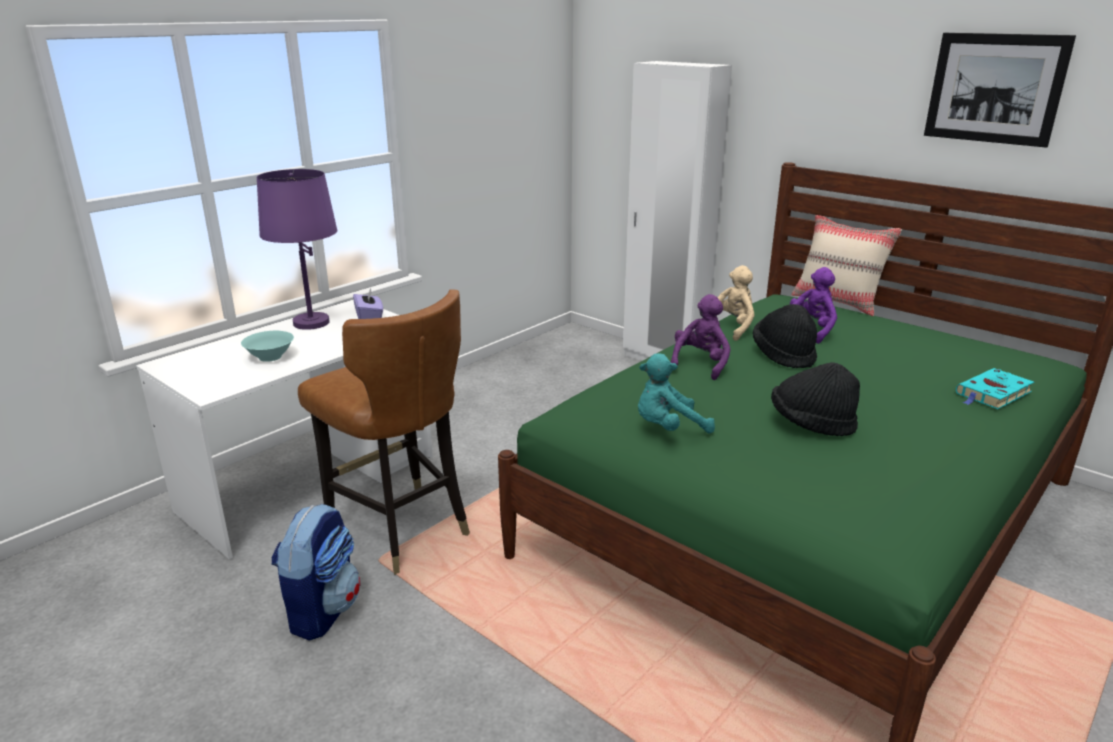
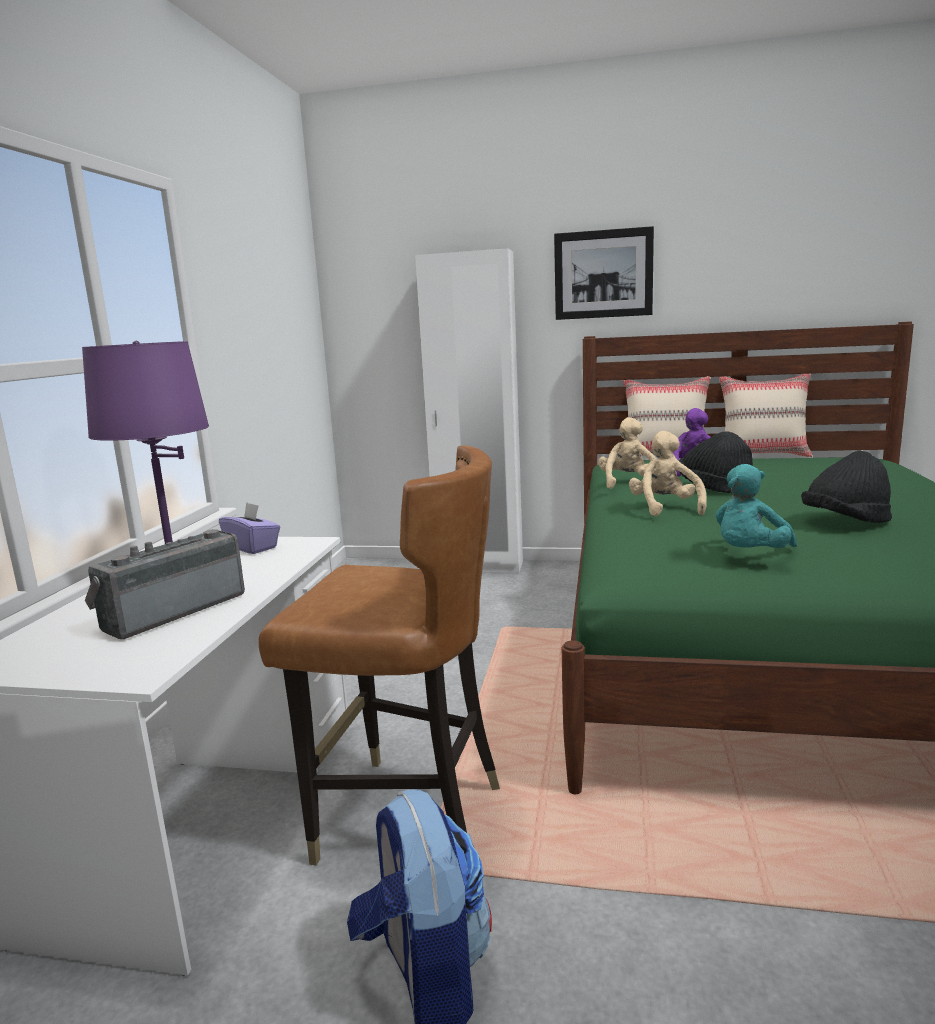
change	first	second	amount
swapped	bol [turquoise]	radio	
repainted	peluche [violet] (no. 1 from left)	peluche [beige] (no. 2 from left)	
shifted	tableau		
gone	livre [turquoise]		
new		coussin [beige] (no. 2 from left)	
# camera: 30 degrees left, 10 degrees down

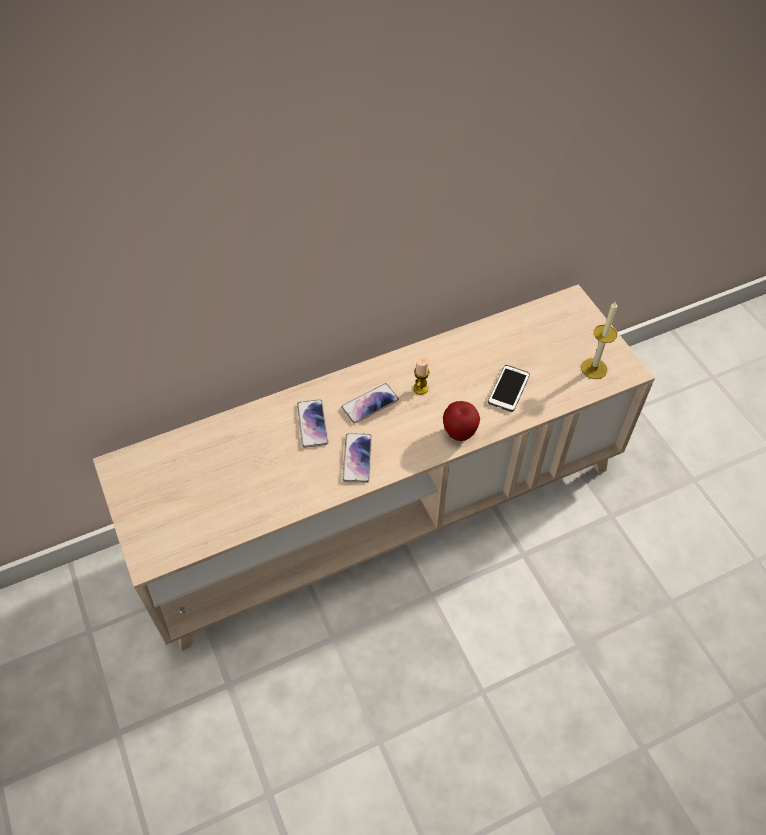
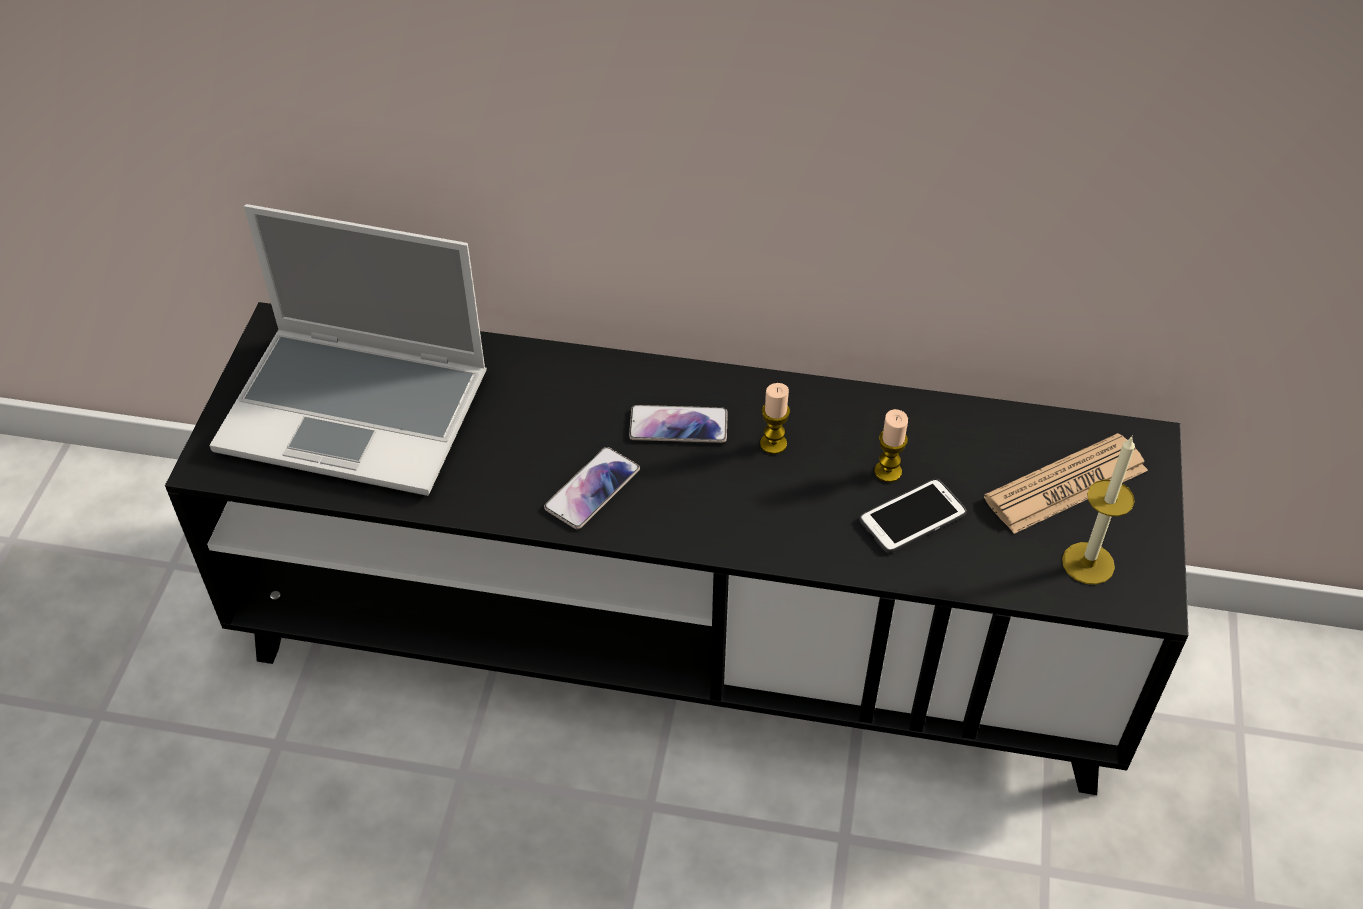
change	first	second	amount
repainted	meuble télé [beige]	meuble télé [noir]	
gone	téléphone (no. 1 from left)		
gone	pomme		
new		ordinateur portable	
new		bougie (no. 2 from left)	
new		journal	
# camera: 35 degrees right, 5 degrees down

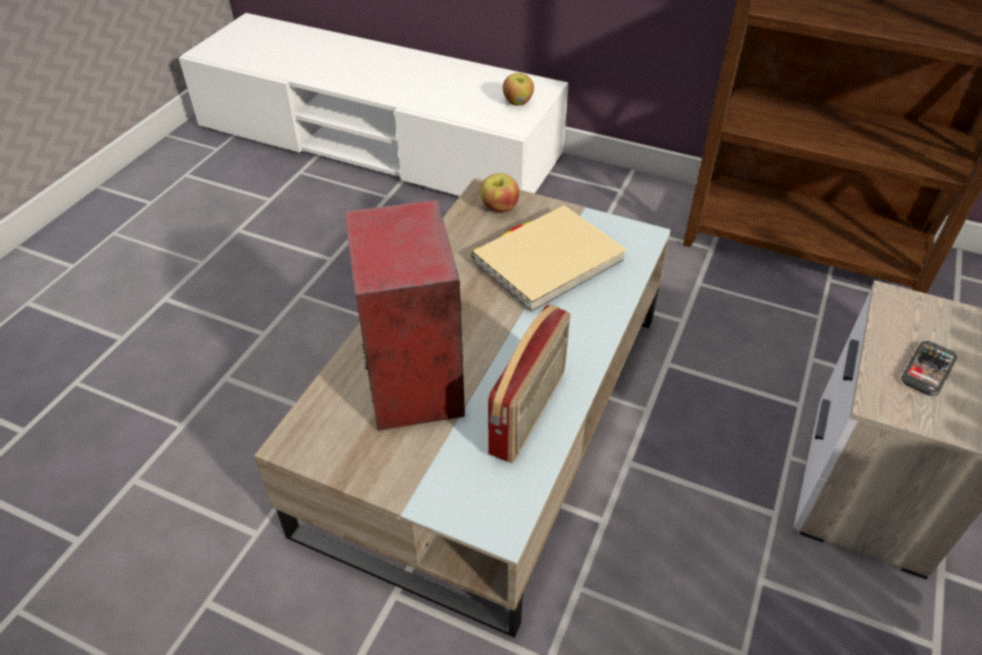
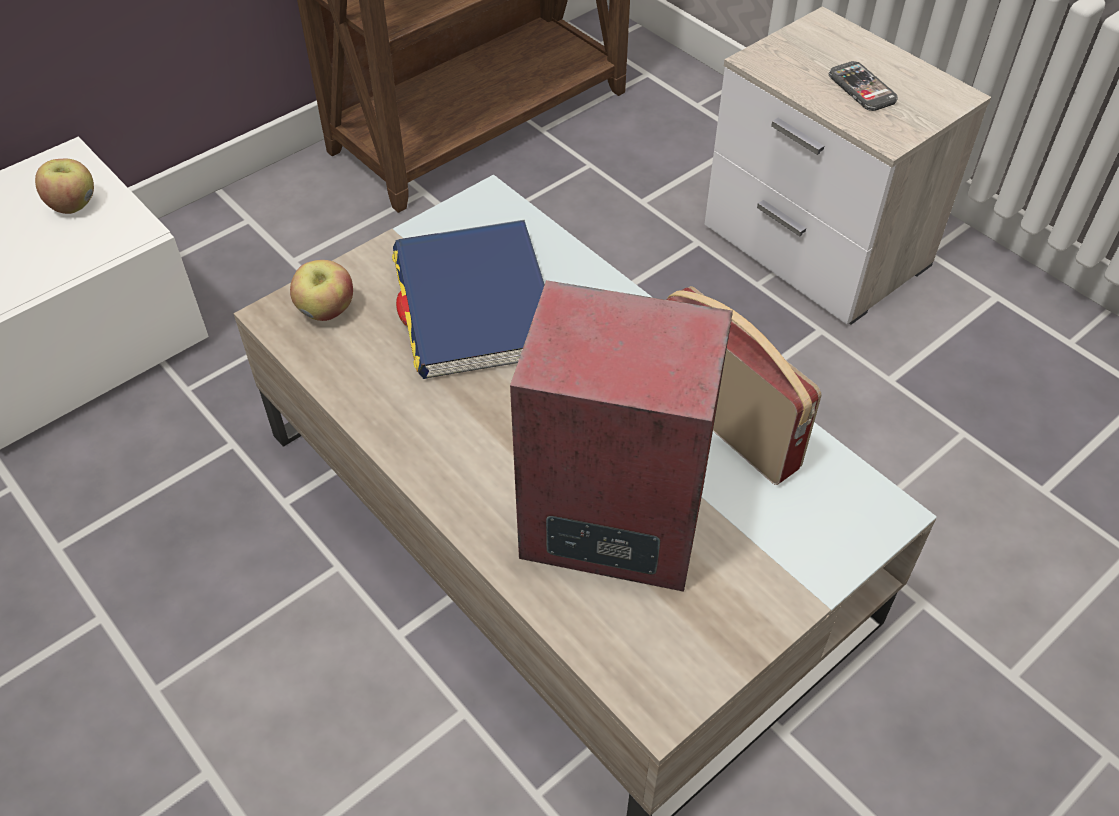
change	first	second	amount
repainted	livre [beige]	livre [bleu]	
# camera: 65 degrees left, 5 degrees up

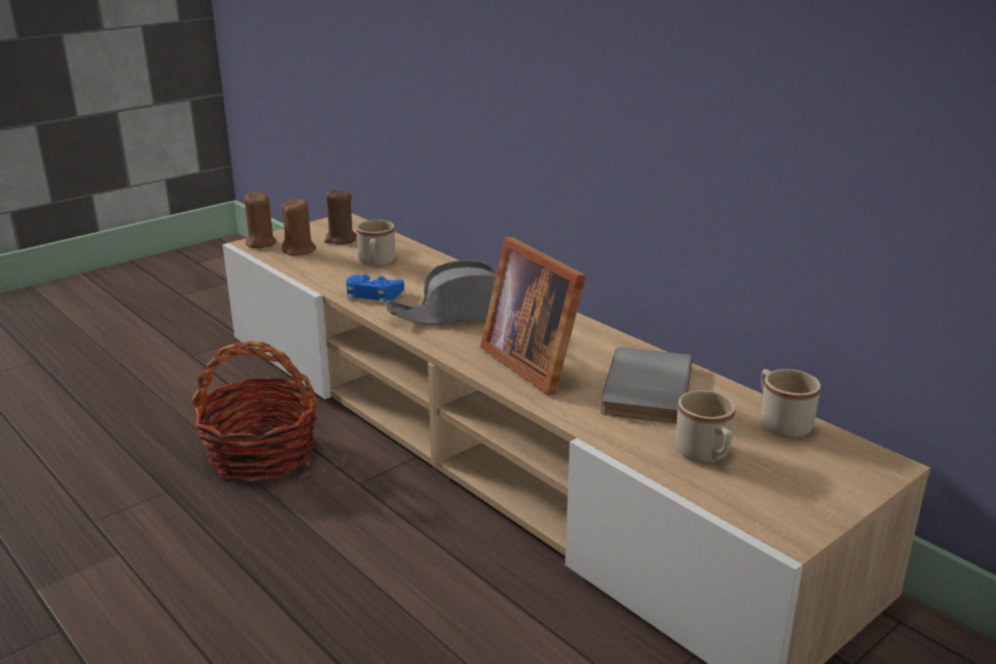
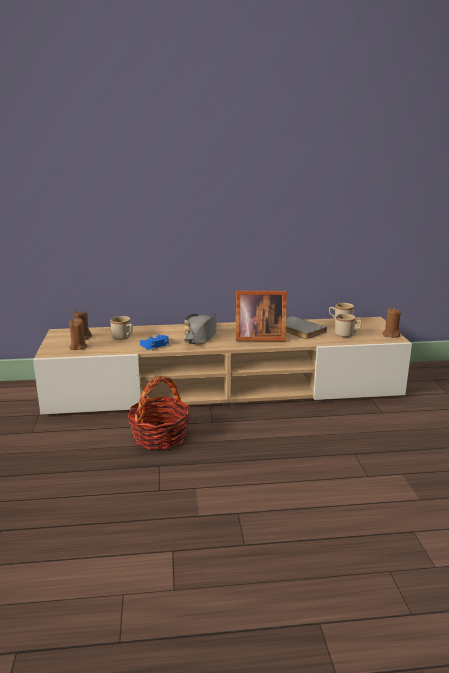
change	first	second	amount
shifted	bougie [marron] (no. 1 from left in the first image)	bougie [marron] (no. 3 from left)	
# camera: 55 degrees left, 5 degrees down

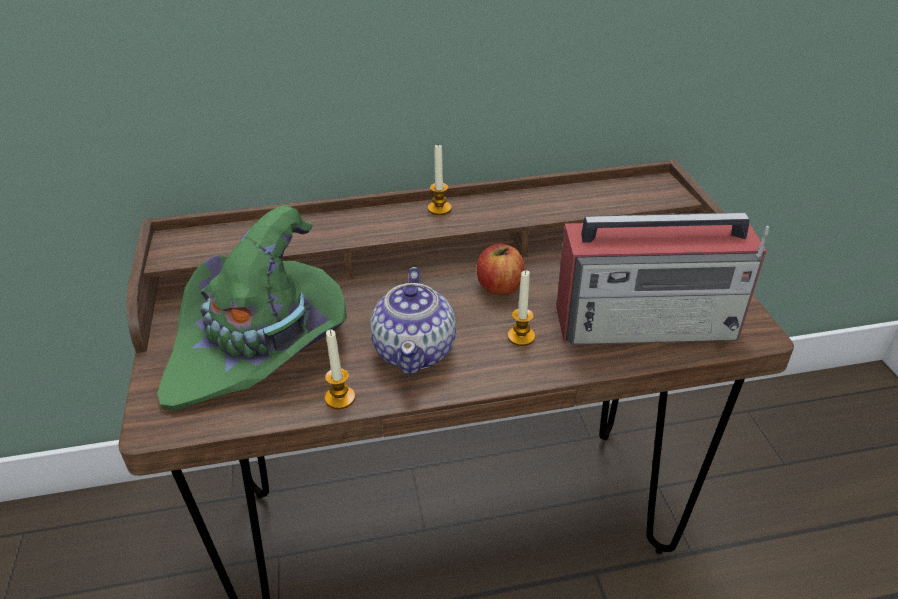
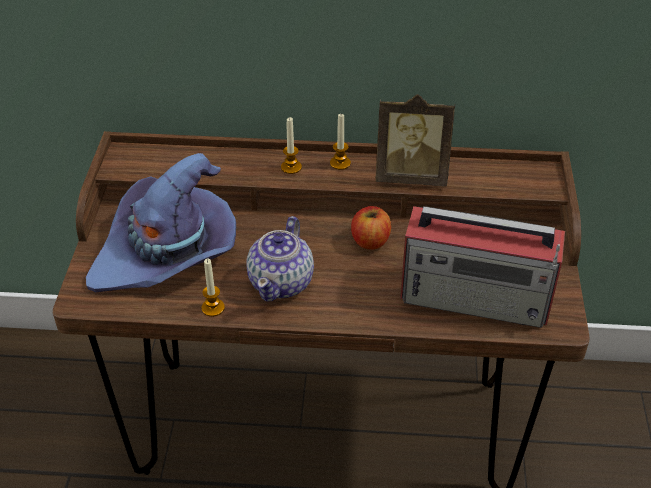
change	first	second	amount
repainted	chapeau [vert]	chapeau [violet]	
shifted	bougie (no. 3 from left in the first image)	bougie (no. 2 from left)	
new		cadre photo	
# camera: 15 degrees right, 5 degrees up

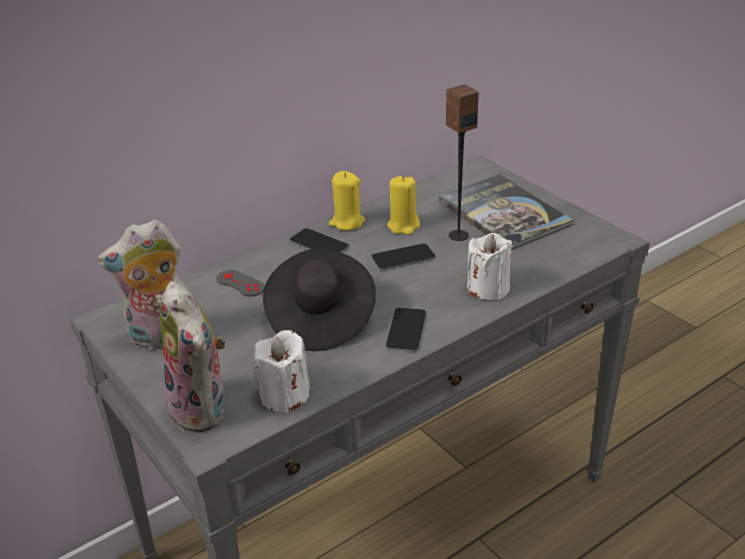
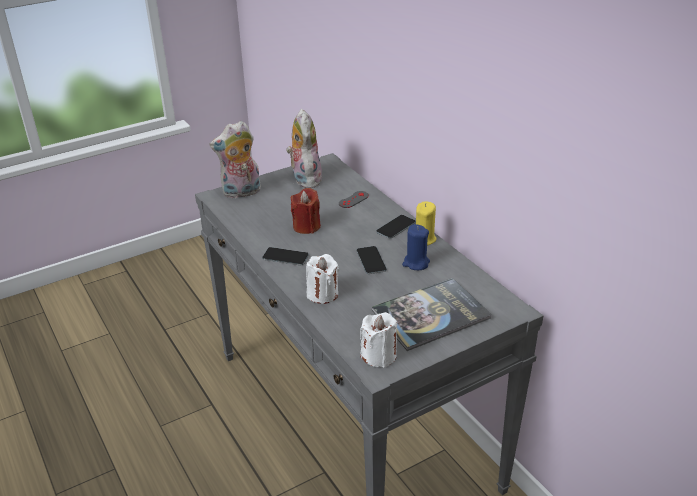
change	first	second	amount
shifted	bougie [blanc] (no. 1 from left in the first image)	bougie [blanc] (no. 2 from left)	
swapped	chapeau [noir]	bougie [rouge]	
repainted	bougie [jaune] (no. 2 from left)	bougie [bleu]	
gone	enceinte		
# camera: 95 degrees right, 0 degrees up

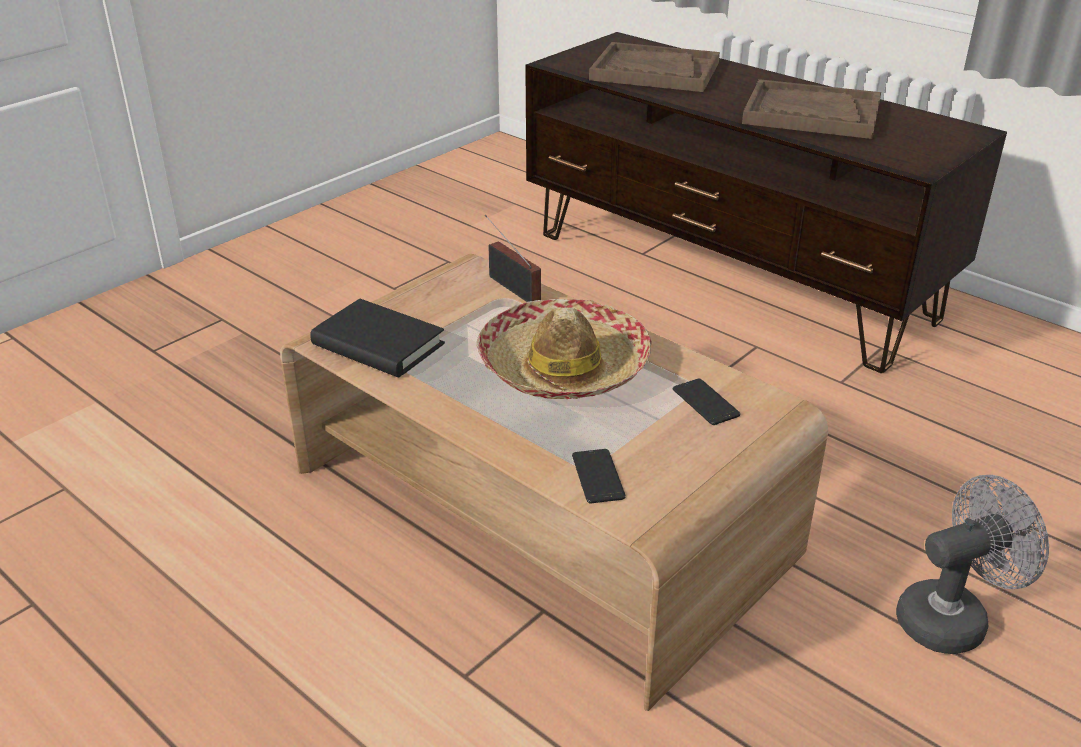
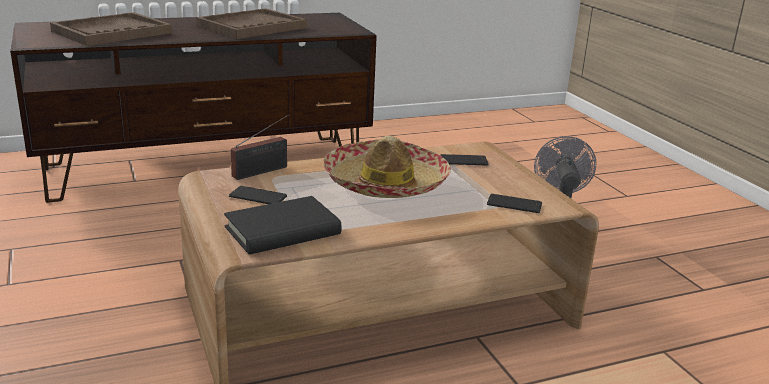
change	first	second	amount
rotated	radio		150 degrees clockwise
new		téléphone (no. 1 from left)	
# camera: 65 degrees left, 10 degrees down

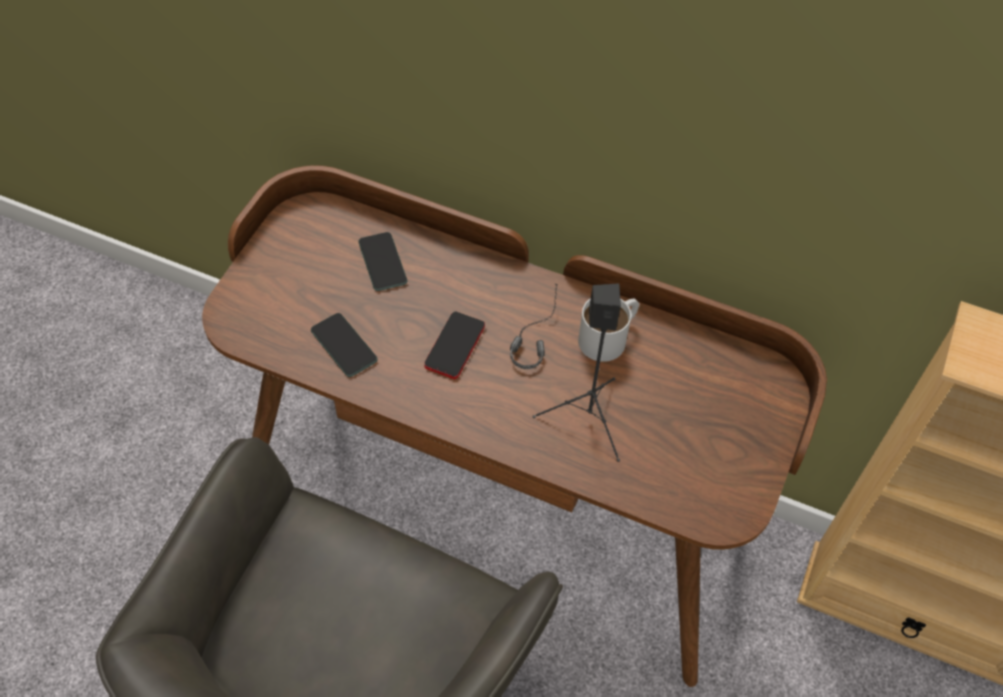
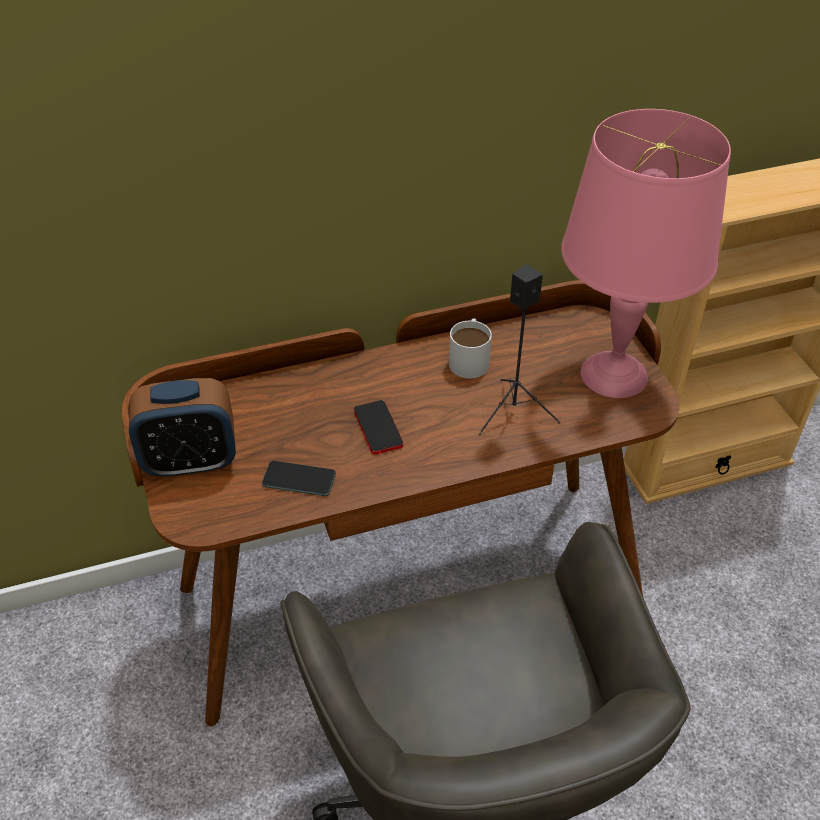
change	first	second	amount
gone	téléphone (no. 2 from left)		
gone	casque audio		
new		réveil	
new		lampe de table [rose]	
# camera: 40 degrees left, 10 degrees down

